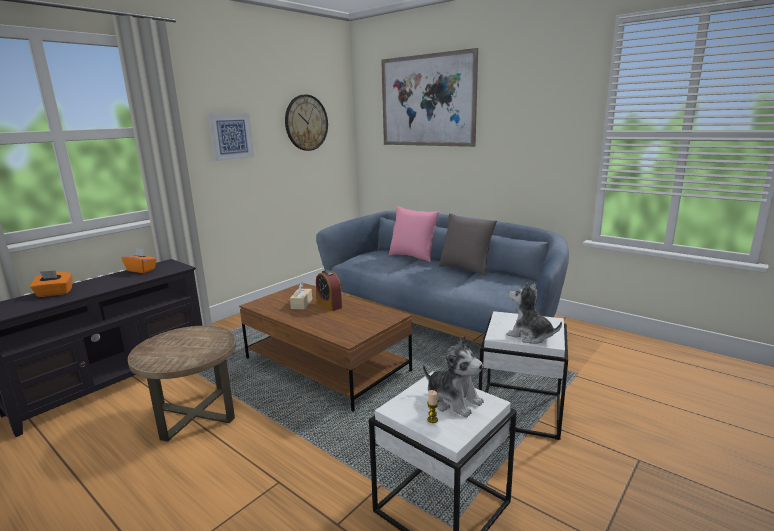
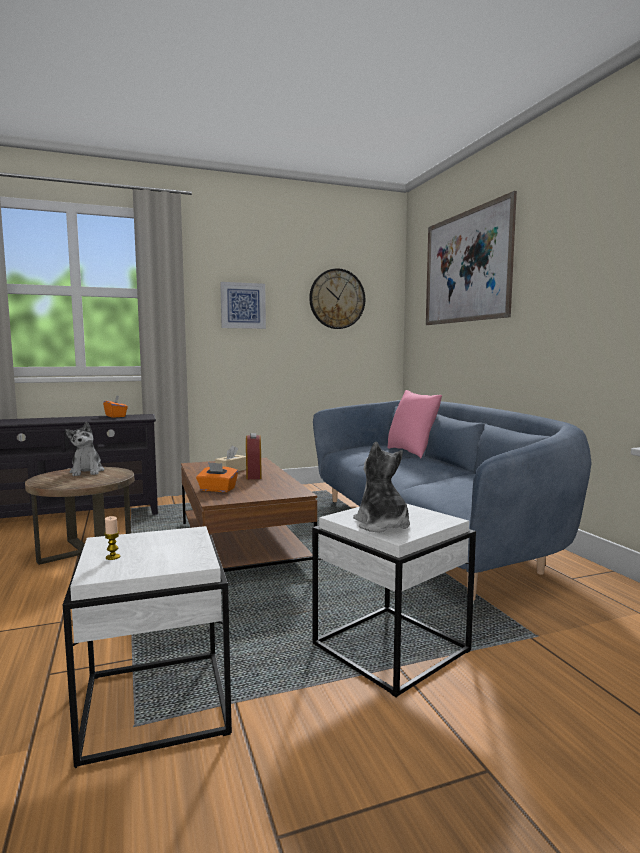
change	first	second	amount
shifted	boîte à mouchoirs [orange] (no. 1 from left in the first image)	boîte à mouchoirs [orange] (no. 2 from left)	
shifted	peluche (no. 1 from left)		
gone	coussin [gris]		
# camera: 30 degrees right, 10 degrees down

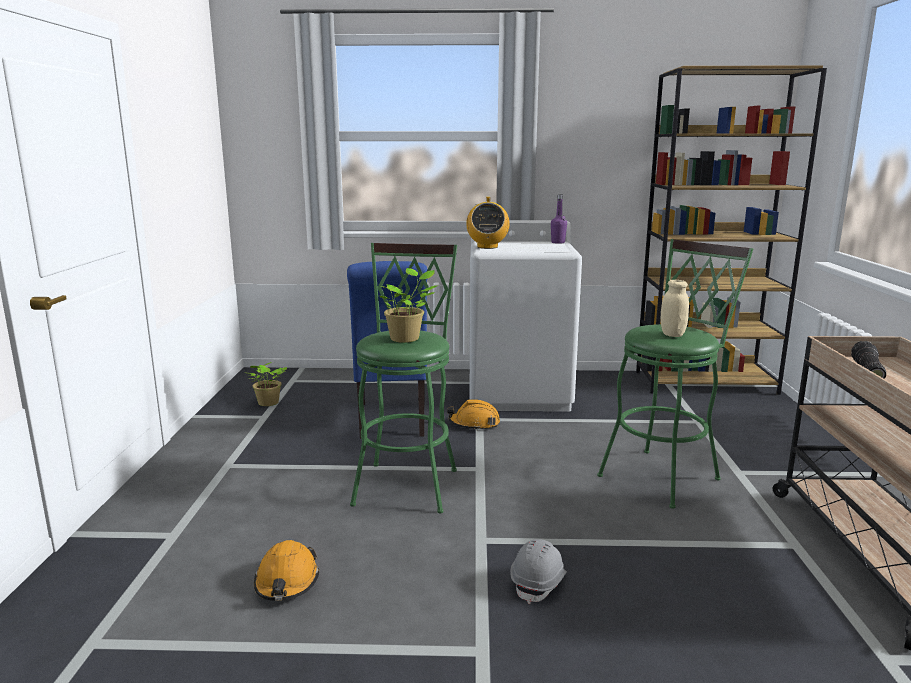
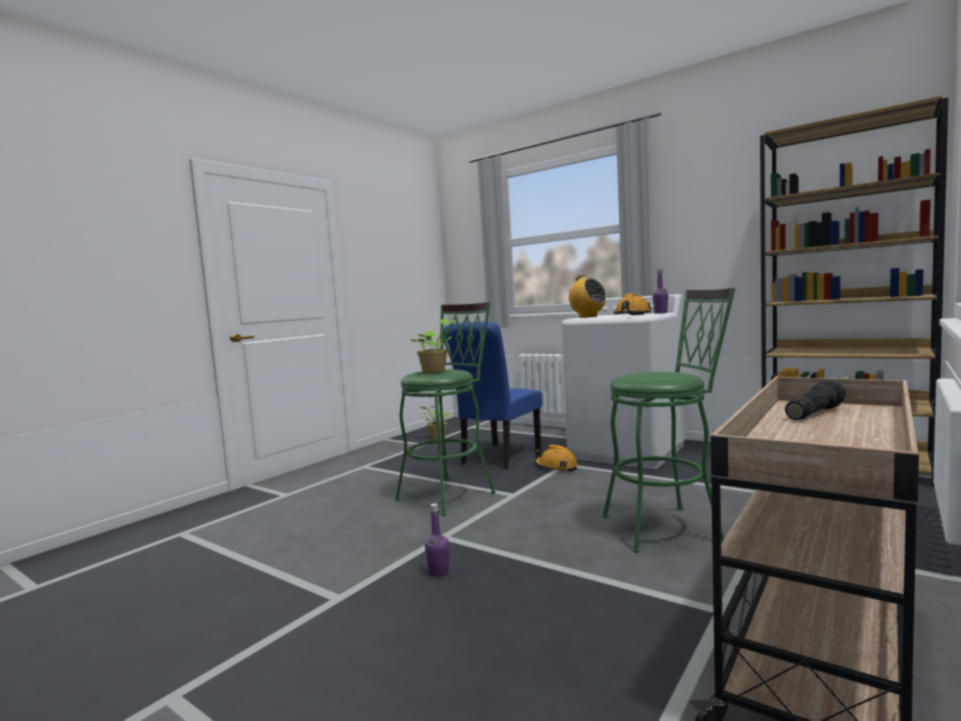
change	first	second	amount
shifted	casque de chantier [orange] (no. 1 from left in the first image)	casque de chantier [orange] (no. 2 from left)	
rotated	radio		75 degrees counterclockwise
swapped	casque de chantier [gris]	bouteille [violet] (no. 1 from left)	
gone	bocal [beige]		
# camera: 35 degrees right, 10 degrees down

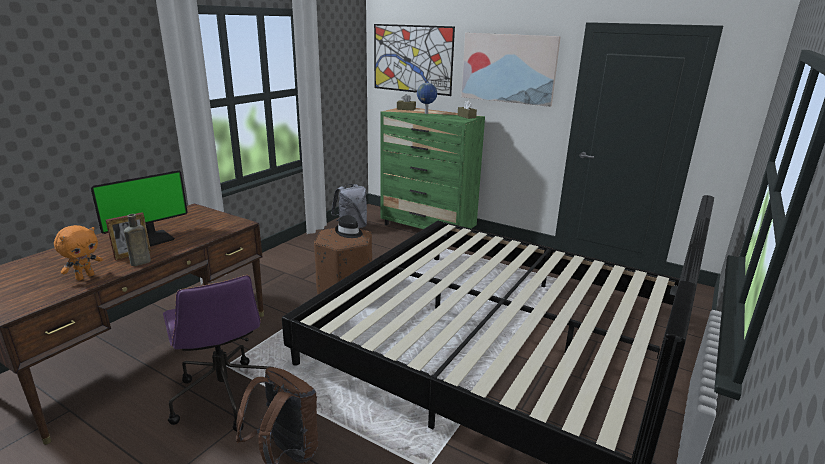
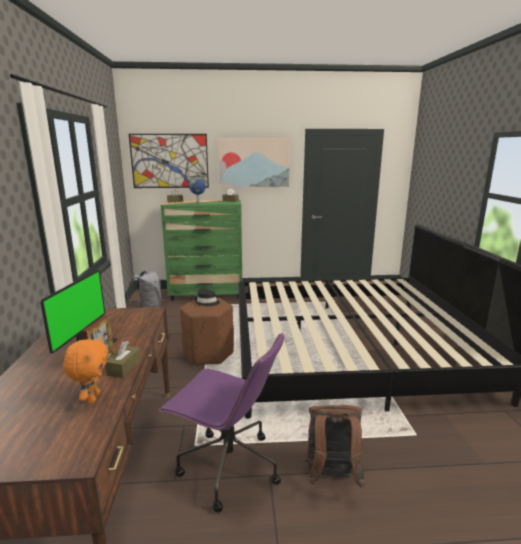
change	first	second	amount
swapped	bouteille [marron]	boîte à mouchoirs [marron] (no. 1 from left)	
# camera: 35 degrees left, 5 degrees down

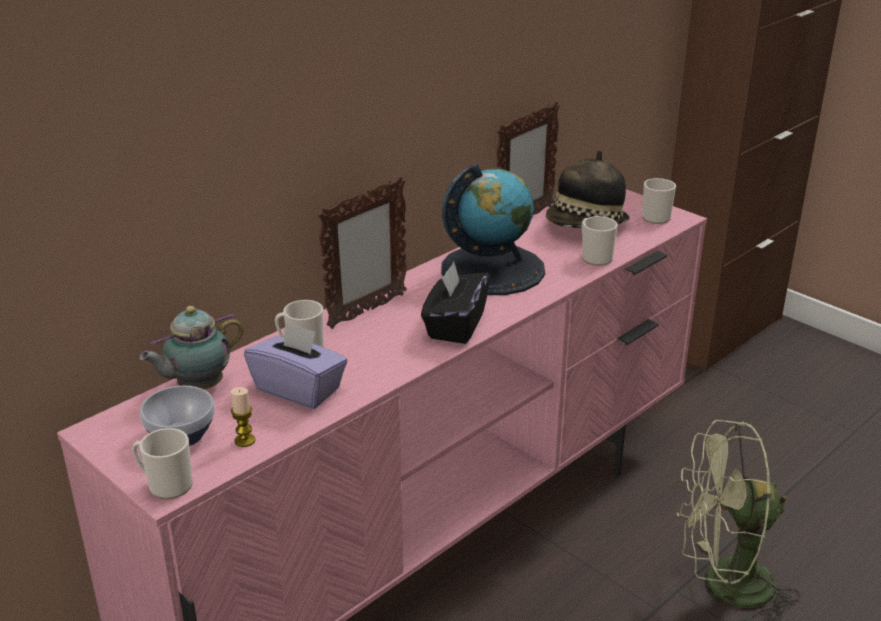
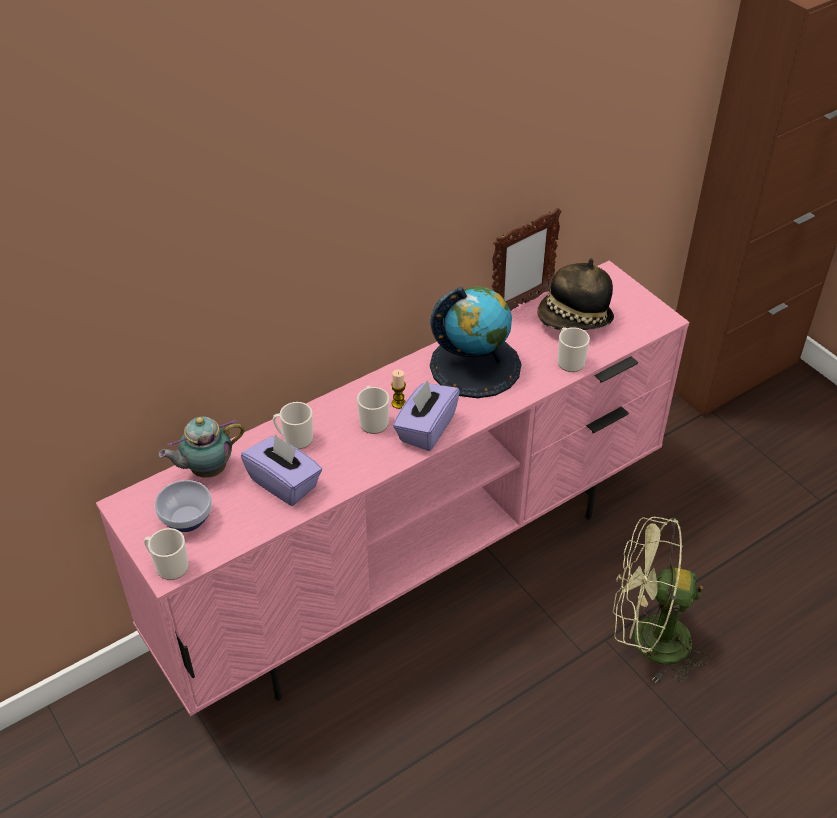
change	first	second	amount
shifted	bougie		
gone	cadre photo (no. 1 from left)		
repainted	boîte à mouchoirs [noir]	boîte à mouchoirs [violet] (no. 2 from left)	
shifted	mug (no. 4 from left in the first image)	mug (no. 3 from left)	
# camera: 10 degrees right, 15 degrees up

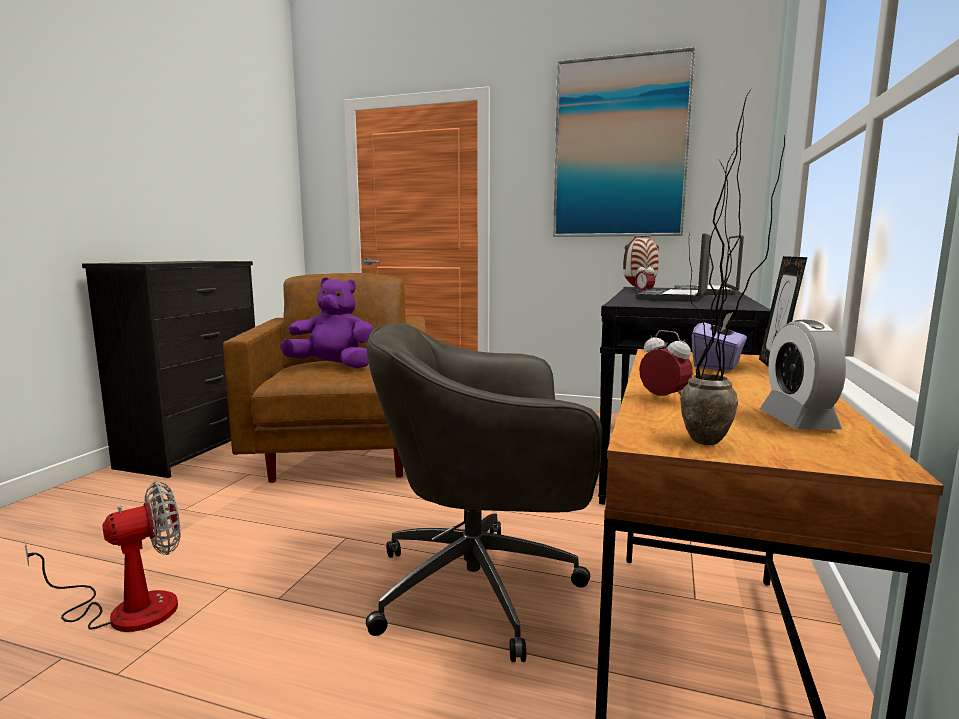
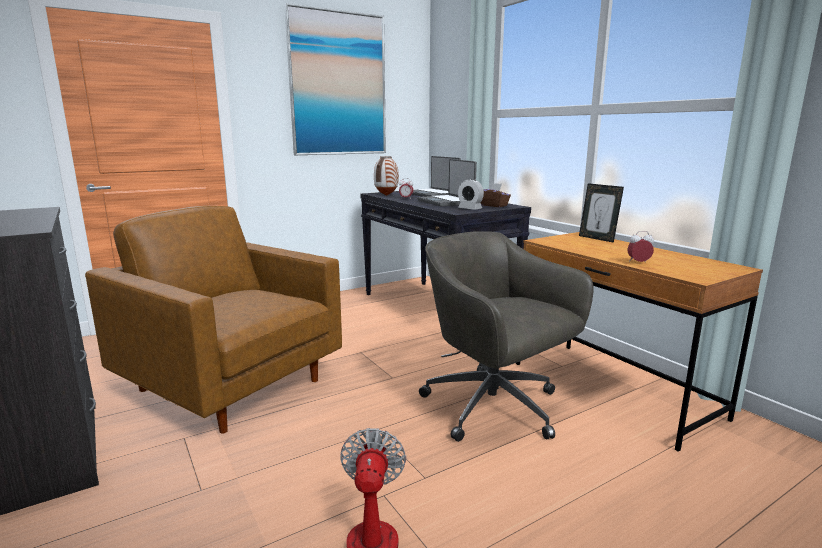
change	first	second	amount
gone	peluche [violet]		
rotated	chaise de bureau [gris]		105 degrees clockwise
gone	plante en pot		
gone	boîte à mouchoirs [violet]		
shifted	réveil (no. 3 from left in the first image)	réveil (no. 2 from left)	
new		boîte à mouchoirs [marron]	
# camera: 50 degrees left, 5 degrees up

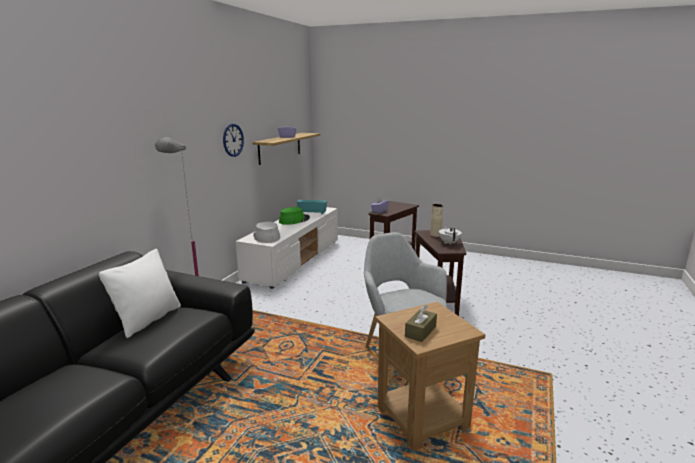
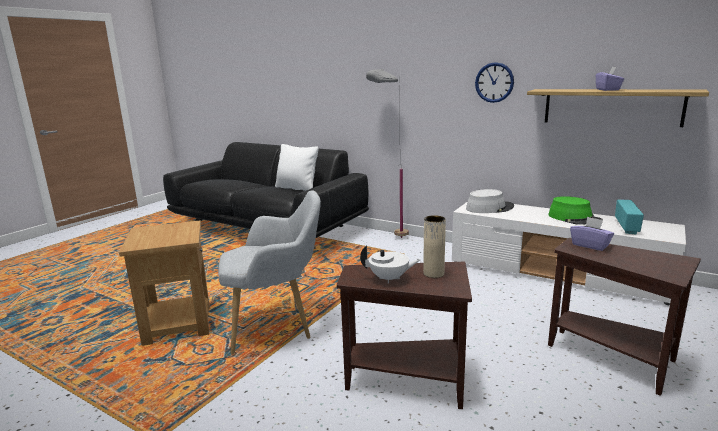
change	first	second	amount
gone	boîte à mouchoirs [marron]		
# camera: 100 degrees right, 0 degrees up

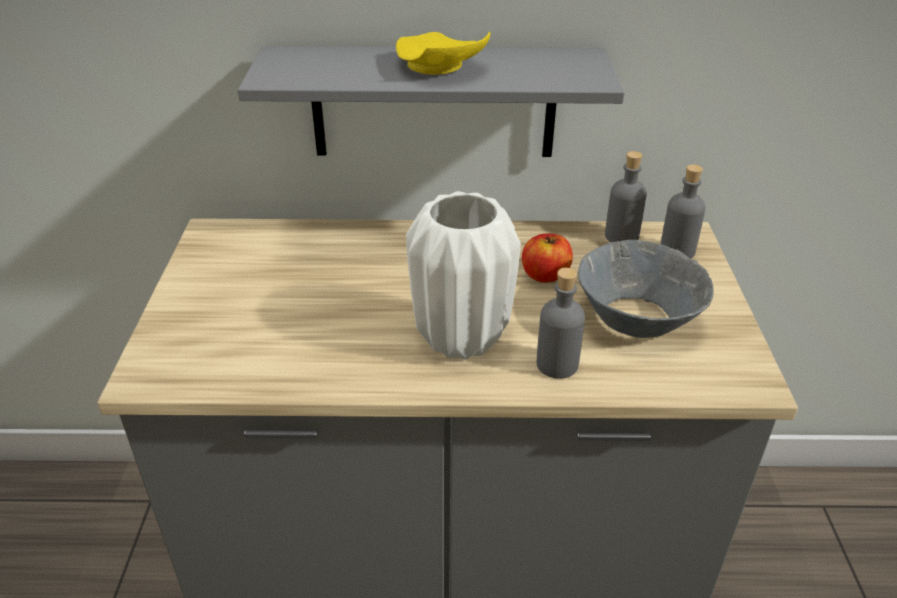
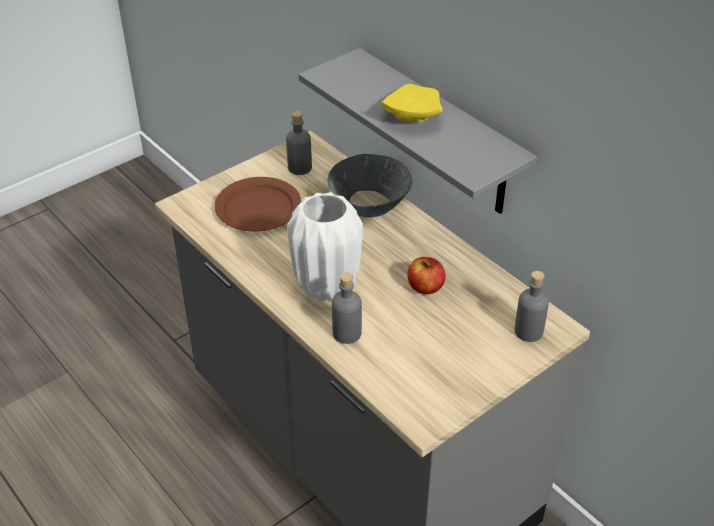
change	first	second	amount
shifted	bol [gris]		
shifted	bouteille [gris] (no. 2 from left in the first image)	bouteille [gris] (no. 1 from left)	
new		assiette [marron]	
# camera: 50 degrees right, 5 degrees up

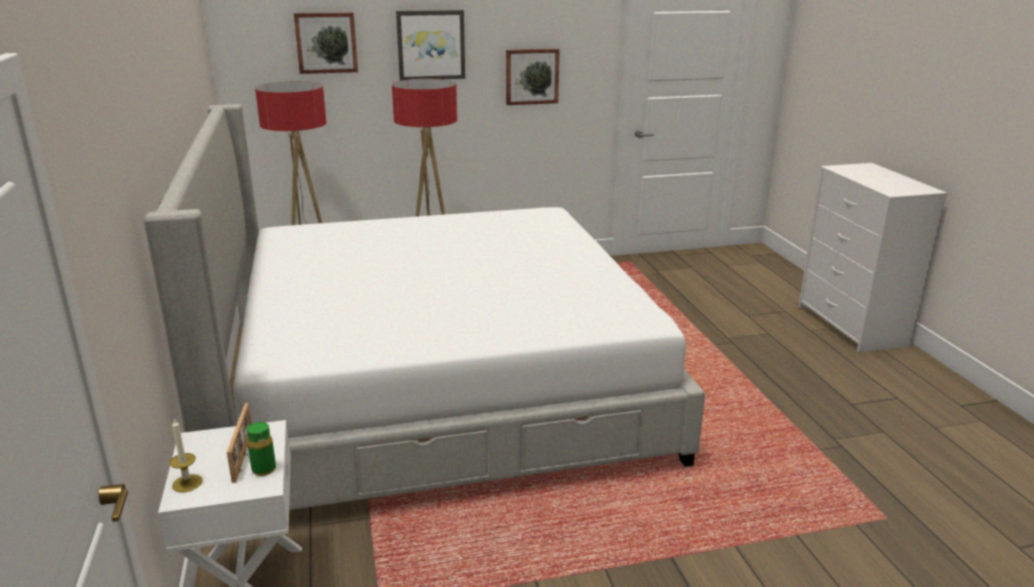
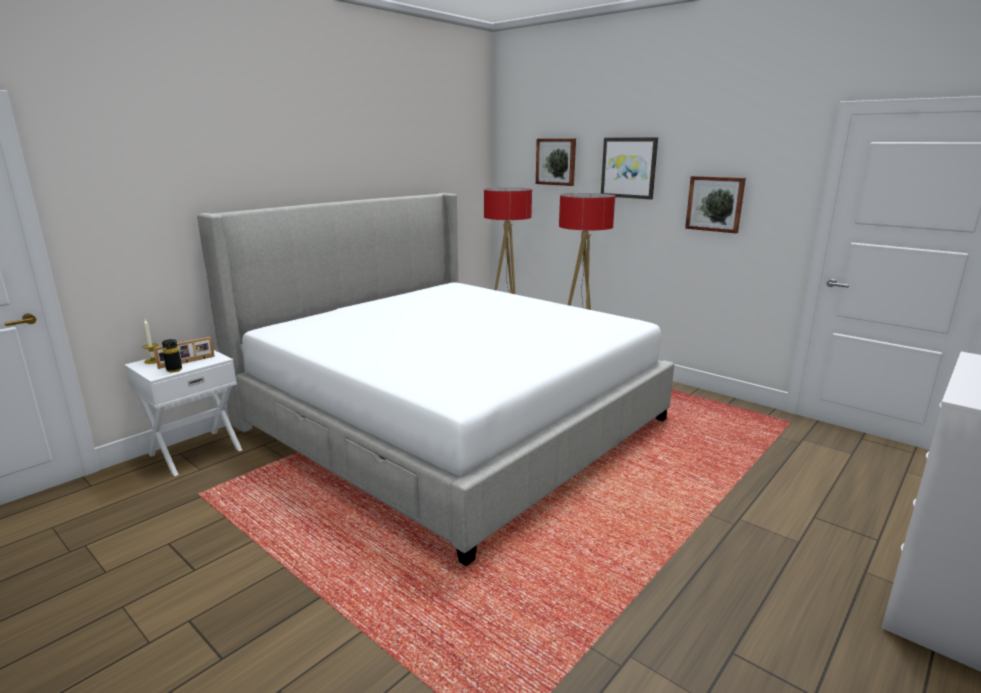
change	first	second	amount
repainted	bouteille [vert]	bouteille [noir]	
# camera: 55 degrees right, 5 degrees down

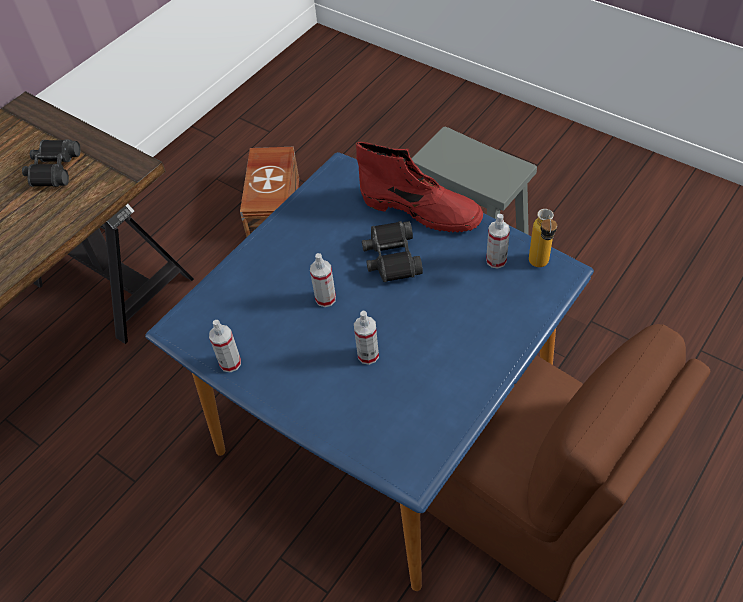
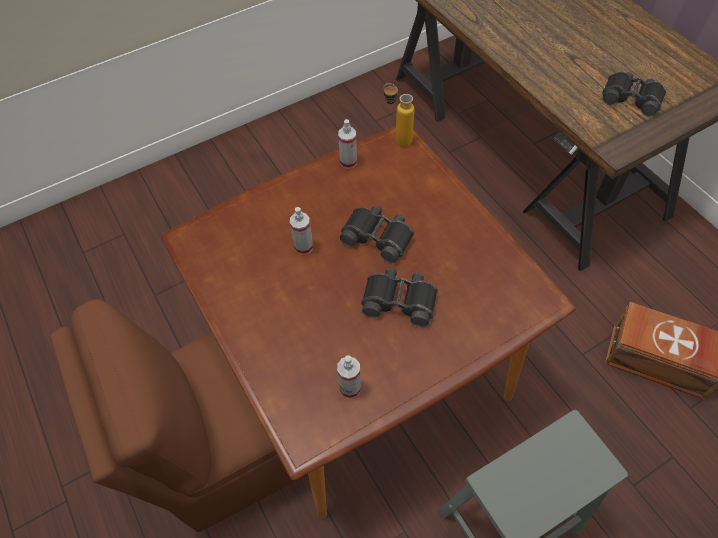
change	first	second	amount
repainted	table à manger [bleu]	table à manger [marron]	
swapped	vaporisateur (no. 2 from left)	jumelles [noir] (no. 1 from left)	
gone	botte [rouge]		
shifted	bouteille		
# camera: 110 degrees right, 5 degrees up

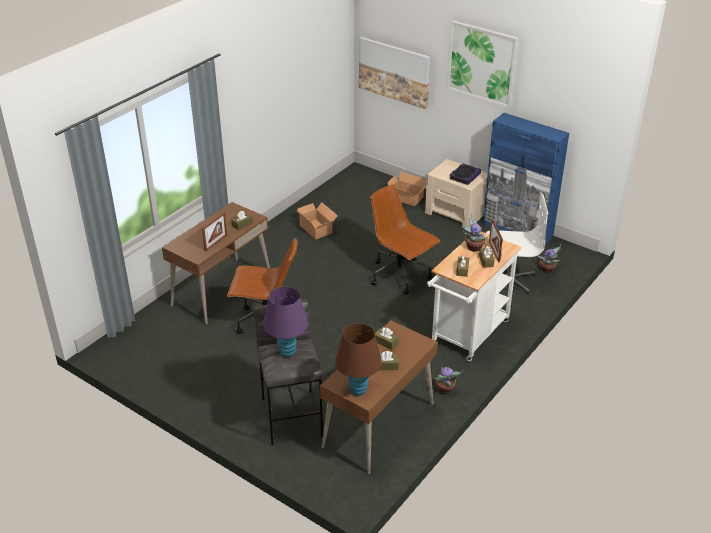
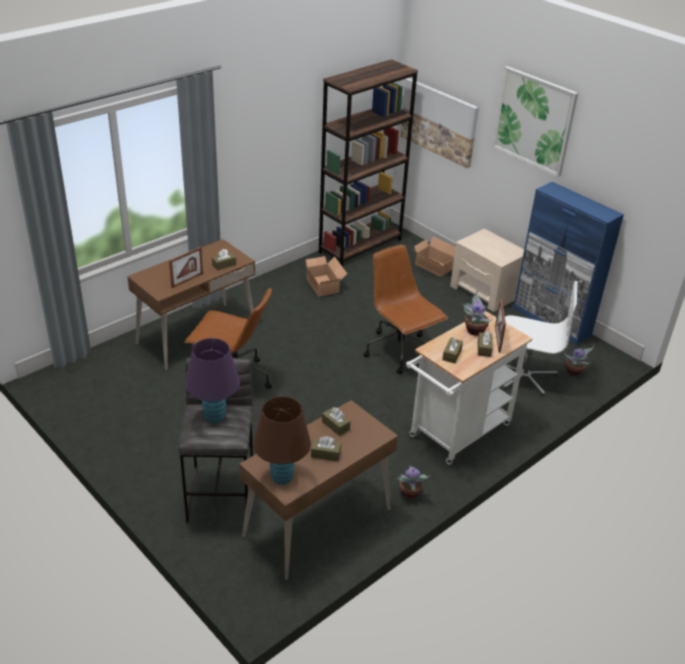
change	first	second	amount
gone	livre		
new		bibliothèque [marron]	
# camera: 10 degrees right, 0 degrees up

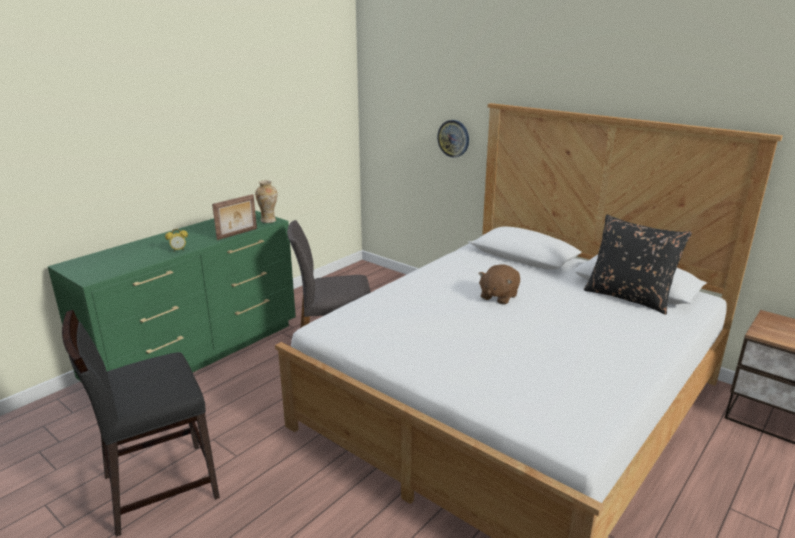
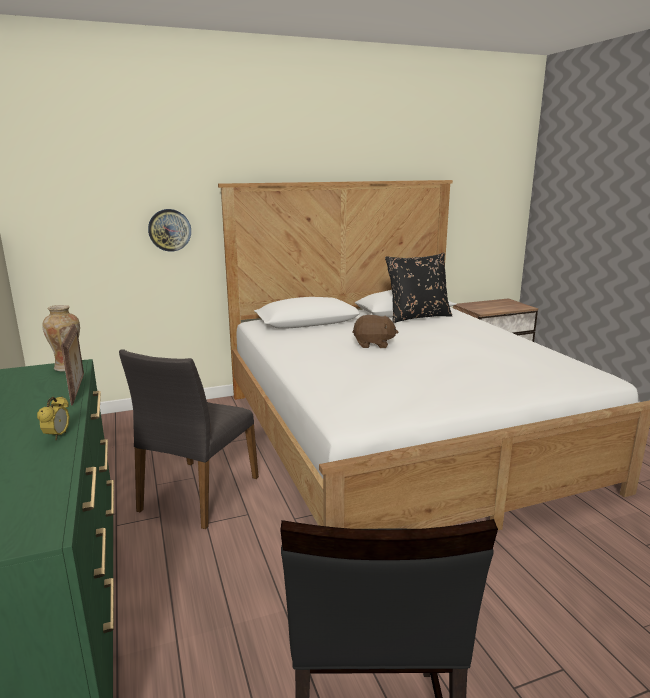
change	first	second	amount
rotated	peluche [marron]		60 degrees counterclockwise
# camera: 60 degrees left, 5 degrees down

